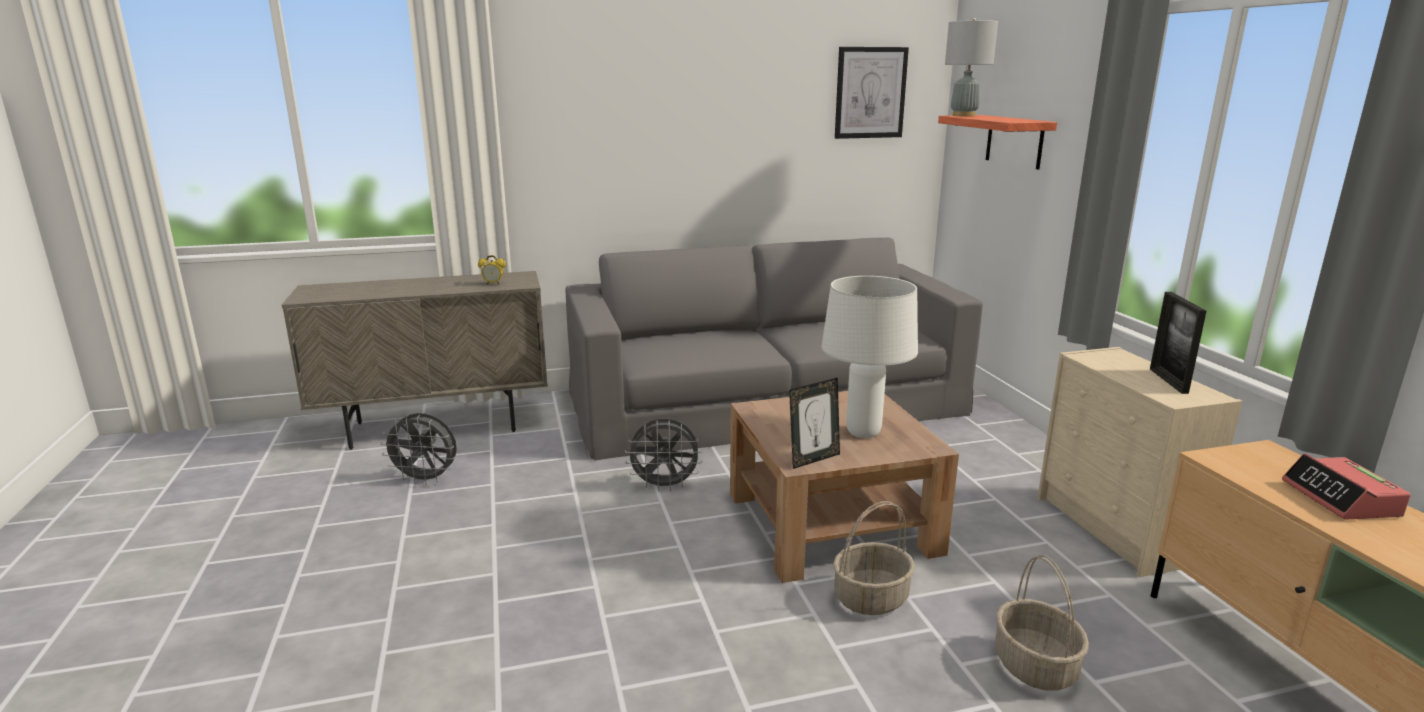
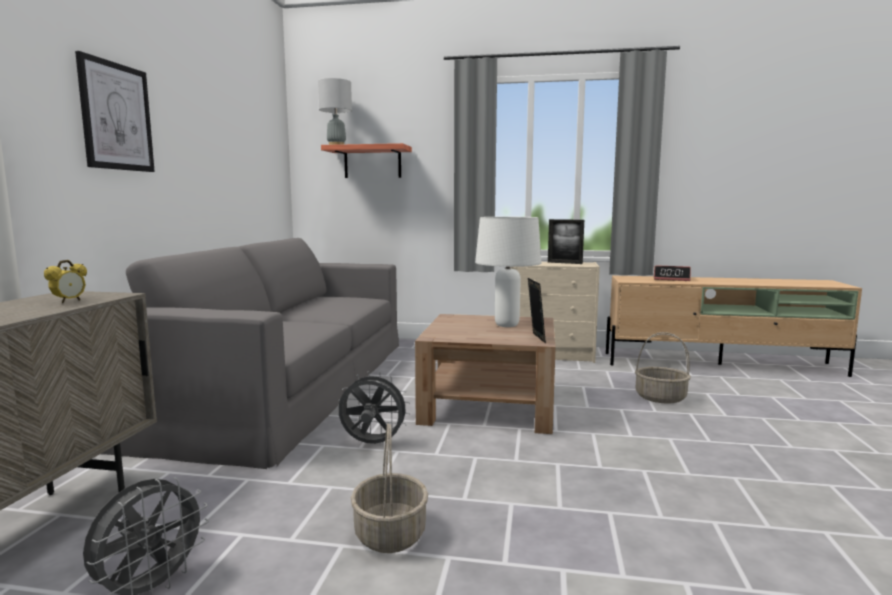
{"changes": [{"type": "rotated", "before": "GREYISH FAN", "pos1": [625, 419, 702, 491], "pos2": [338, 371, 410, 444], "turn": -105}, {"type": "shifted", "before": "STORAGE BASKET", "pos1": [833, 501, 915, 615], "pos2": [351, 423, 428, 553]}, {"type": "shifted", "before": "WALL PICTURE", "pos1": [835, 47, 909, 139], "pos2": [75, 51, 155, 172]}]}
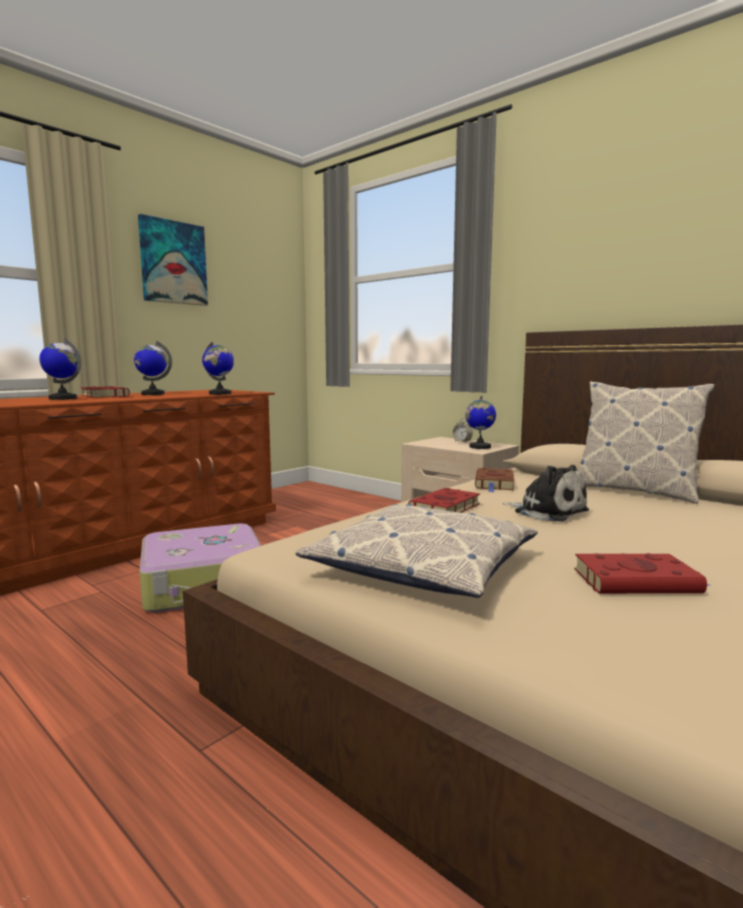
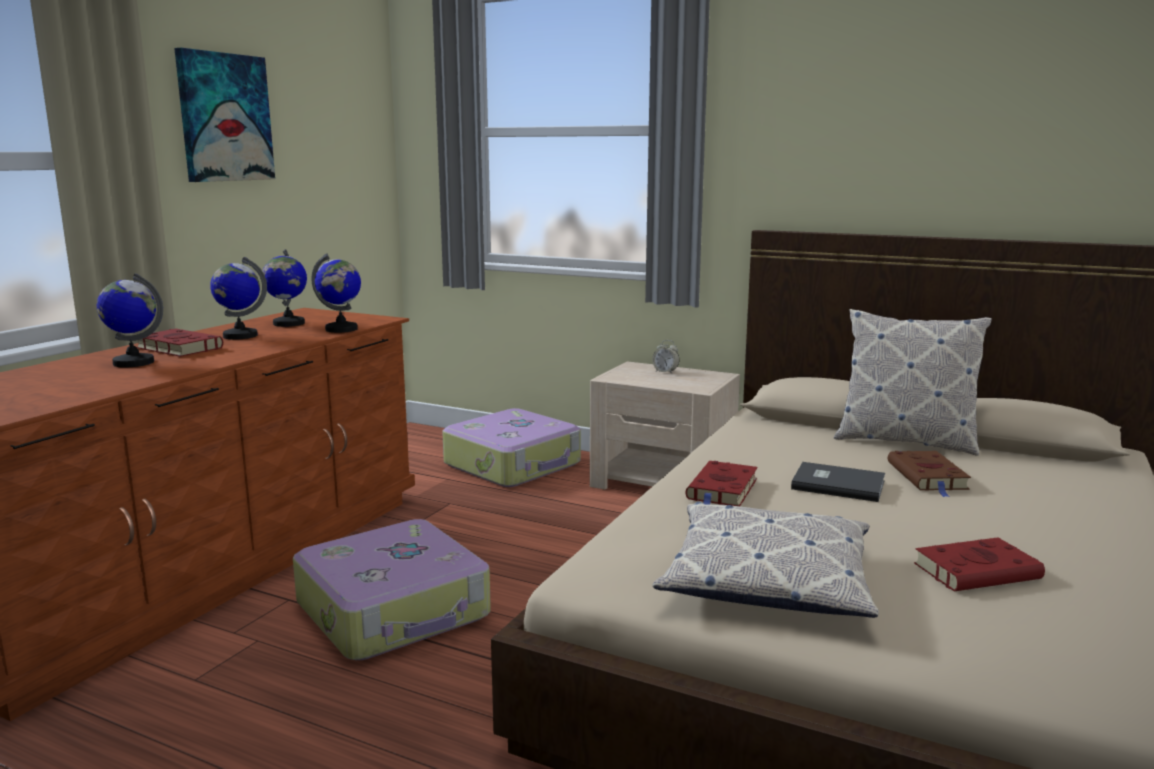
{"changes": [{"type": "shifted", "before": "DESK GLOBE", "pos1": [465, 396, 496, 449], "pos2": [262, 249, 307, 327]}, {"type": "shifted", "before": "BROWN BOOK", "pos1": [475, 468, 514, 493], "pos2": [888, 451, 971, 497]}, {"type": "swapped", "before": "PLUSH TOY", "after": "GREYISH BOOK", "pos1": [502, 465, 589, 522], "pos2": [791, 462, 885, 502]}, {"type": "new", "after": "PIECE OF LUGGAGE", "pos2": [442, 408, 581, 487]}]}
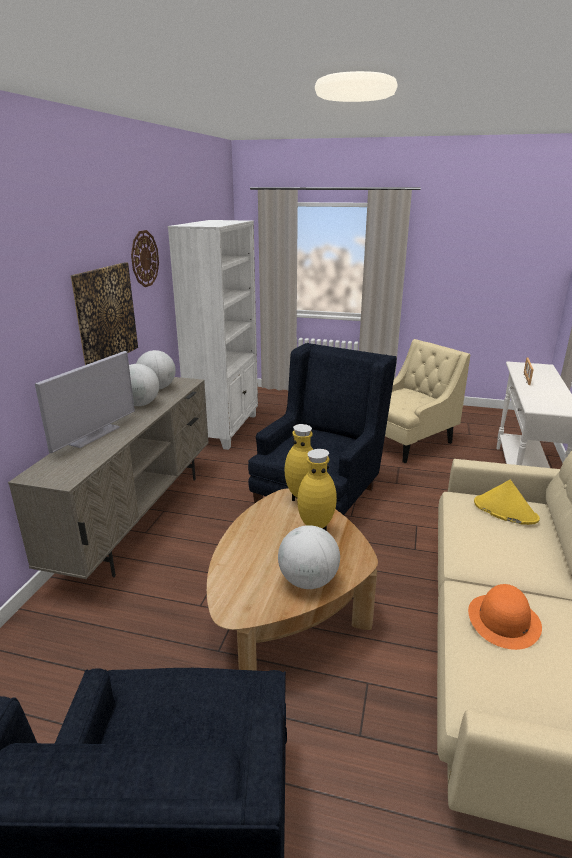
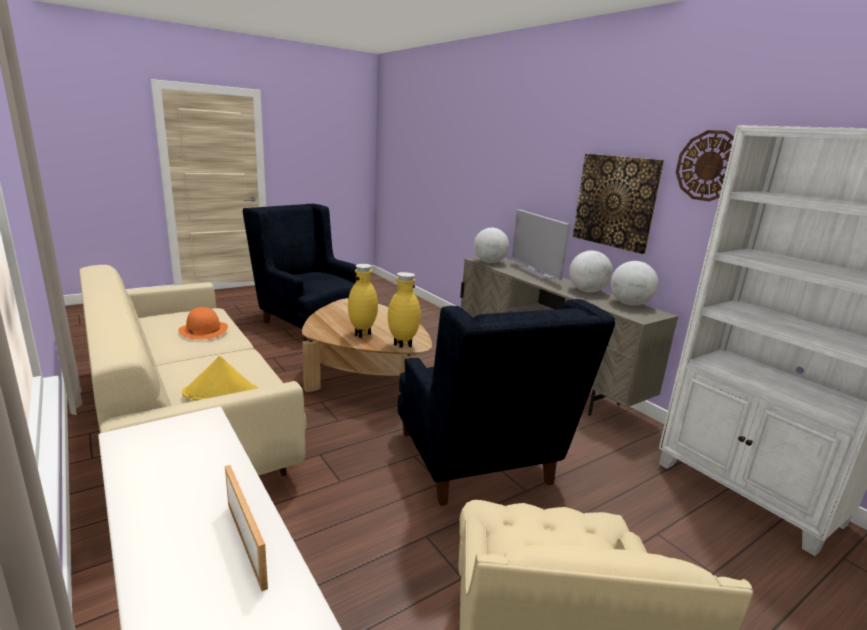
{"changes": [{"type": "shifted", "before": "DESK GLOBE", "pos1": [278, 525, 340, 589], "pos2": [474, 228, 509, 263]}]}
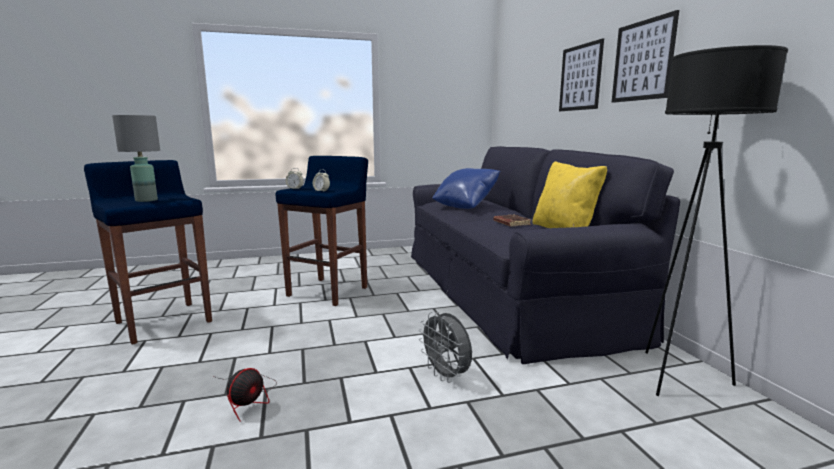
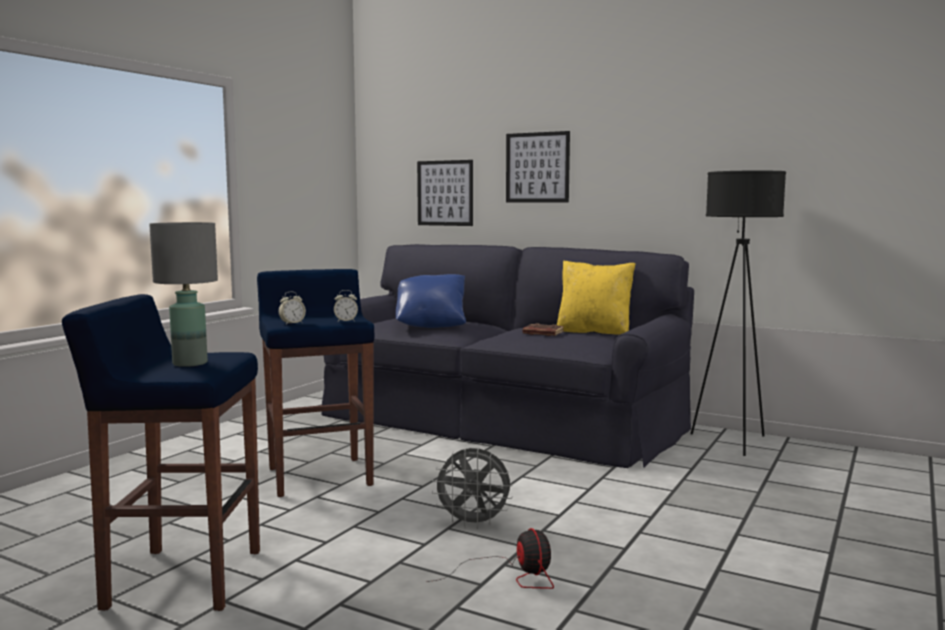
{"changes": [{"type": "shifted", "before": "GREYISH FAN", "pos1": [419, 312, 472, 383], "pos2": [432, 448, 513, 529]}, {"type": "shifted", "before": "WALL PICTURE", "pos1": [612, 10, 679, 103], "pos2": [417, 160, 473, 226]}]}
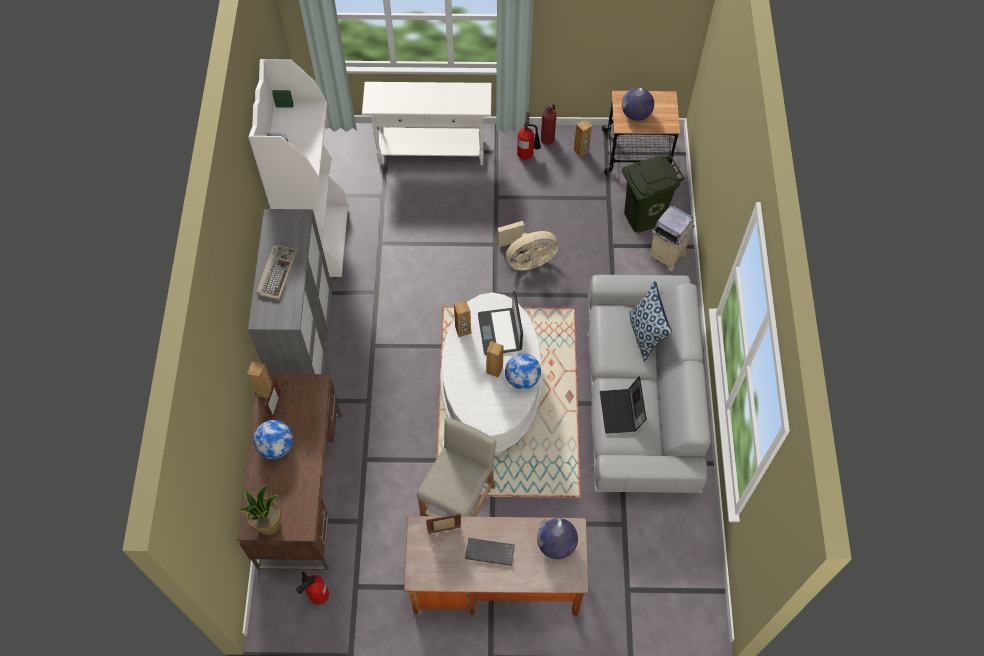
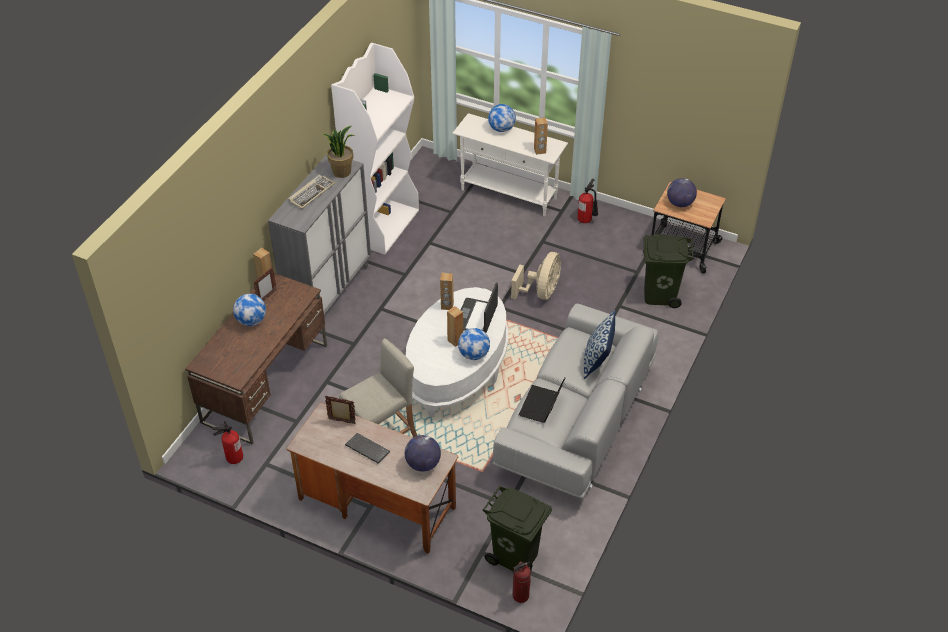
{"changes": [{"type": "shifted", "before": "PLANT IN A POT", "pos1": [237, 484, 281, 535], "pos2": [323, 126, 355, 178]}, {"type": "rotated", "before": "BEIGE-COLOURED FAN", "pos1": [497, 221, 559, 270], "pos2": [511, 252, 561, 300], "turn": -75}, {"type": "shifted", "before": "EXTINGUISHER", "pos1": [541, 105, 557, 145], "pos2": [513, 561, 532, 603]}, {"type": "shifted", "before": "BROWN SPEAKER", "pos1": [574, 119, 592, 157], "pos2": [534, 117, 548, 155]}, {"type": "gone", "before": "BEIGE-COLOURED TRASH CAN", "pos1": [649, 206, 694, 271]}, {"type": "new", "after": "GREEN-COLOURED TRASH CAN", "pos2": [483, 486, 552, 571]}, {"type": "new", "after": "DESK GLOBE", "pos2": [488, 104, 516, 132]}]}
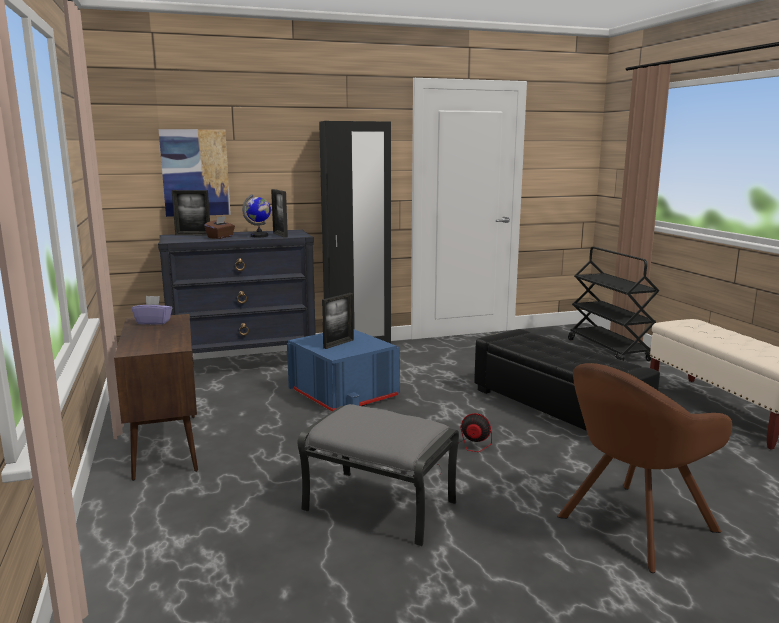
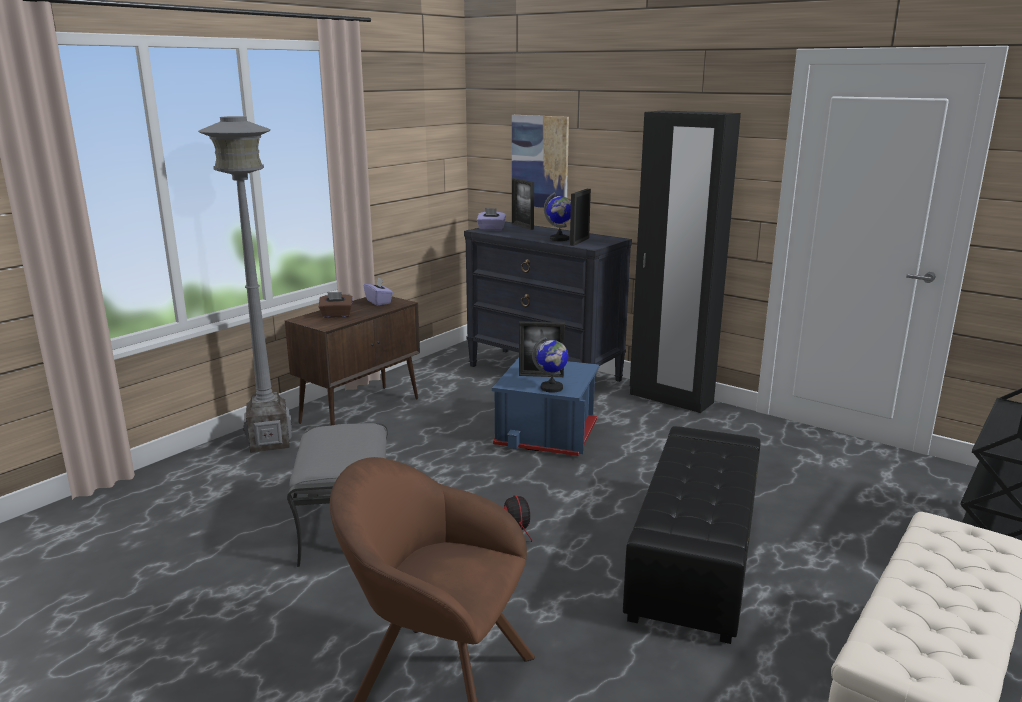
{"changes": [{"type": "shifted", "before": "BROWN TISSUE HOLDER", "pos1": [204, 216, 235, 239], "pos2": [319, 292, 353, 318]}, {"type": "new", "after": "GREYISH FLOOR LAMP", "pos2": [198, 116, 292, 453]}, {"type": "new", "after": "PURPLISH TISSUE HOLDER", "pos2": [477, 208, 506, 231]}, {"type": "new", "after": "DESK GLOBE", "pos2": [532, 336, 568, 393]}]}
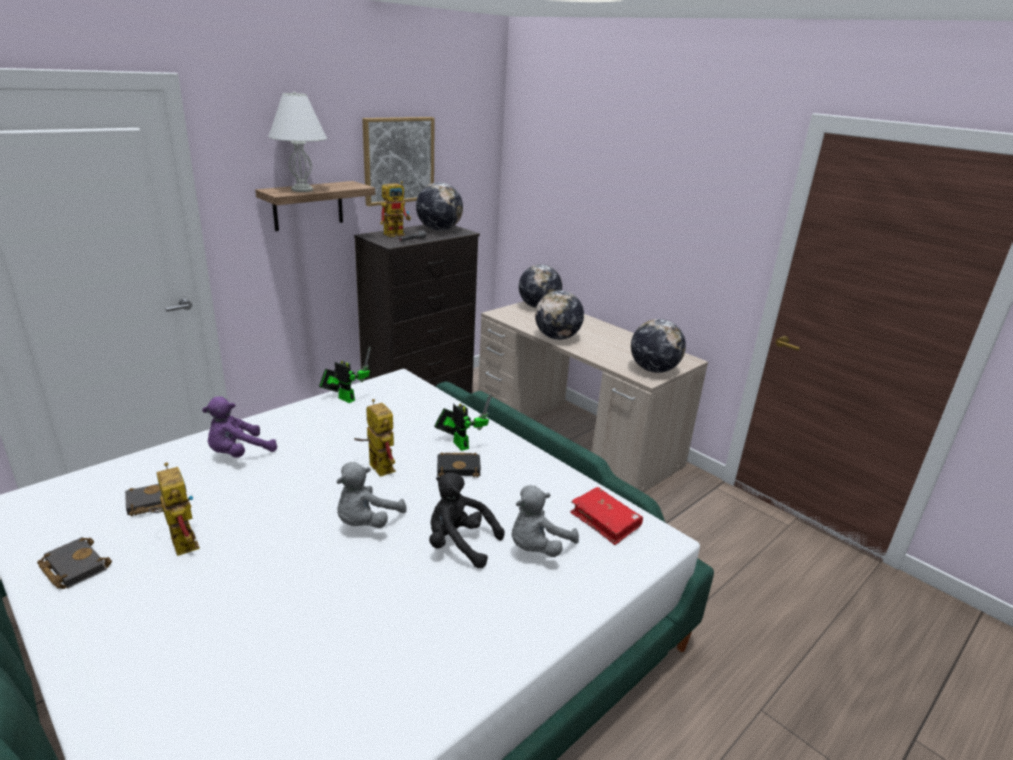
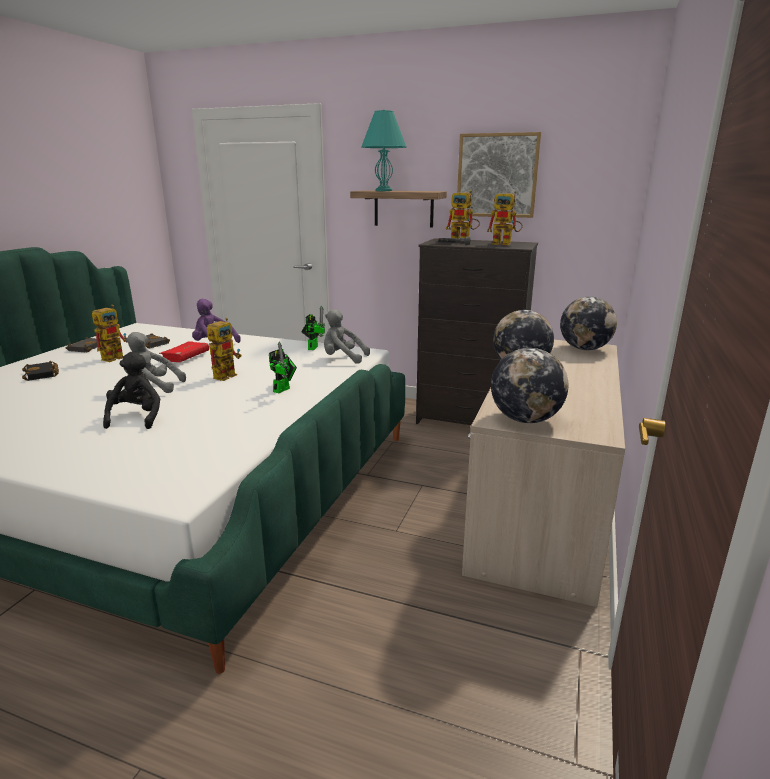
{"changes": [{"type": "repainted", "before": "WHITISH TABLE LAMP", "after": "TURQUOISE-COLOURED TABLE LAMP", "pos1": [268, 92, 327, 192], "pos2": [361, 109, 406, 191]}, {"type": "swapped", "before": "DESK GLOBE", "after": "MODEL ROBOT", "pos1": [416, 182, 463, 231], "pos2": [487, 191, 523, 245]}, {"type": "shifted", "before": "BLACK-COLOURED BOOK", "pos1": [437, 453, 481, 477], "pos2": [22, 361, 59, 381]}, {"type": "shifted", "before": "GREYISH PLUSH TOY", "pos1": [512, 485, 579, 557], "pos2": [324, 309, 370, 364]}, {"type": "shifted", "before": "REDDISH BOOK", "pos1": [570, 487, 643, 545], "pos2": [159, 342, 209, 362]}]}
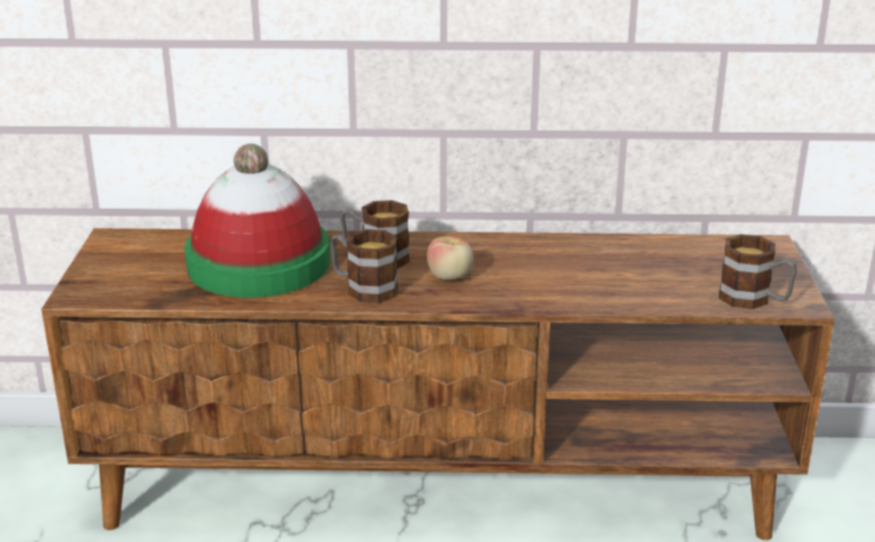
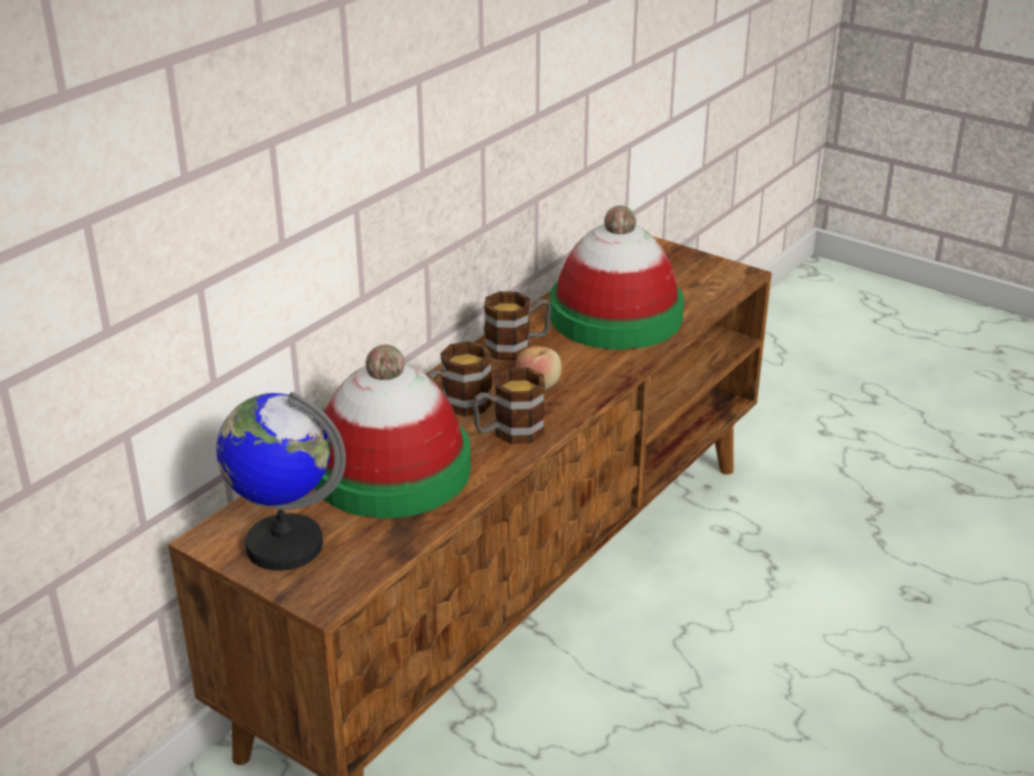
{"changes": [{"type": "shifted", "before": "TEA MUG", "pos1": [719, 234, 797, 309], "pos2": [484, 291, 551, 360]}, {"type": "new", "after": "DESK GLOBE", "pos2": [217, 392, 346, 571]}, {"type": "new", "after": "HAT", "pos2": [550, 206, 684, 350]}]}
